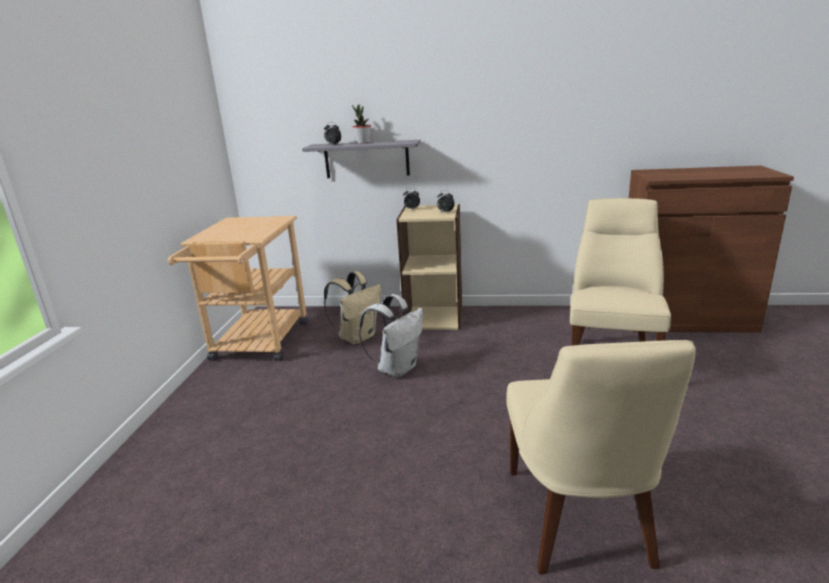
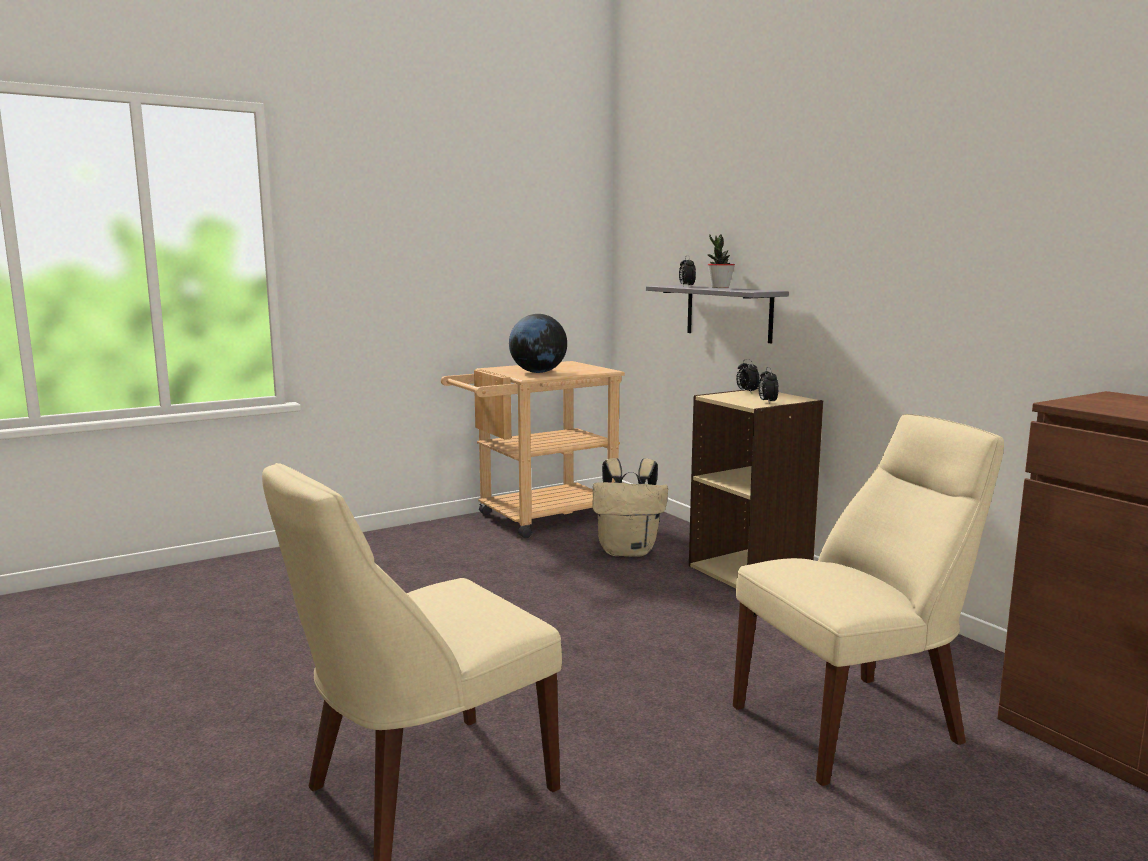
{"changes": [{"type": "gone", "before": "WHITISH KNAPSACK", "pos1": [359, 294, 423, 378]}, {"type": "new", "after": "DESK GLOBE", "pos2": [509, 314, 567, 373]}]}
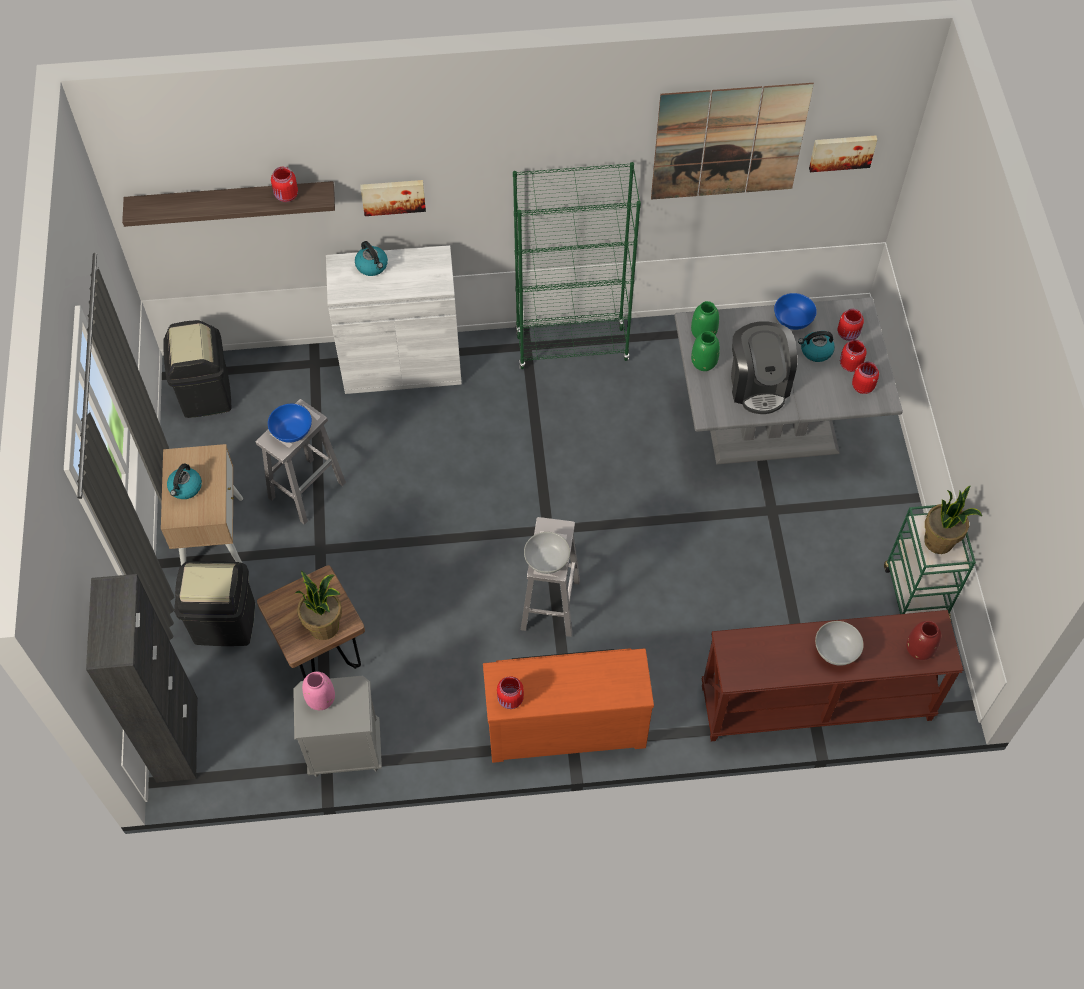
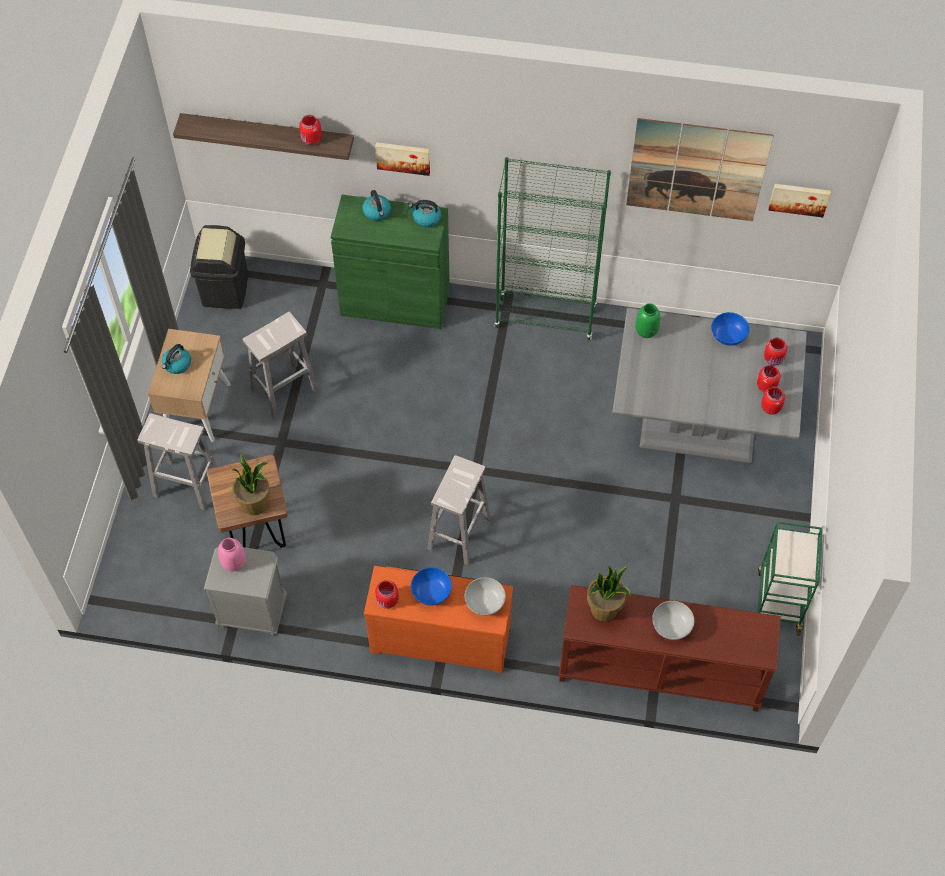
{"changes": [{"type": "gone", "before": "BLACK-COLOURED STORAGE CABINET", "pos1": [86, 574, 198, 783]}, {"type": "swapped", "before": "BLACK-COLOURED TRASH CAN", "after": "WHITISH STOOL", "pos1": [174, 561, 255, 646], "pos2": [137, 413, 217, 510]}, {"type": "shifted", "before": "BLUE DEEP DISH", "pos1": [268, 404, 312, 443], "pos2": [411, 567, 452, 606]}, {"type": "repainted", "before": "WHITISH STORAGE CABINET", "after": "GREEN-COLOURED STORAGE CABINET", "pos1": [326, 245, 462, 394], "pos2": [331, 195, 450, 329]}, {"type": "shifted", "before": "WHITISH DEEP DISH", "pos1": [524, 532, 570, 574], "pos2": [465, 577, 506, 616]}, {"type": "gone", "before": "GREEN-COLOURED FLOWER VASE", "pos1": [691, 331, 720, 371]}, {"type": "gone", "before": "COFFEE BREWER", "pos1": [731, 321, 797, 414]}, {"type": "shifted", "before": "WATER KETTLE", "pos1": [798, 331, 835, 362], "pos2": [408, 200, 441, 227]}, {"type": "gone", "before": "REDDISH FLOWER VASE", "pos1": [906, 621, 941, 660]}, {"type": "shifted", "before": "PLANT IN A POT", "pos1": [924, 485, 982, 554], "pos2": [587, 565, 631, 622]}]}
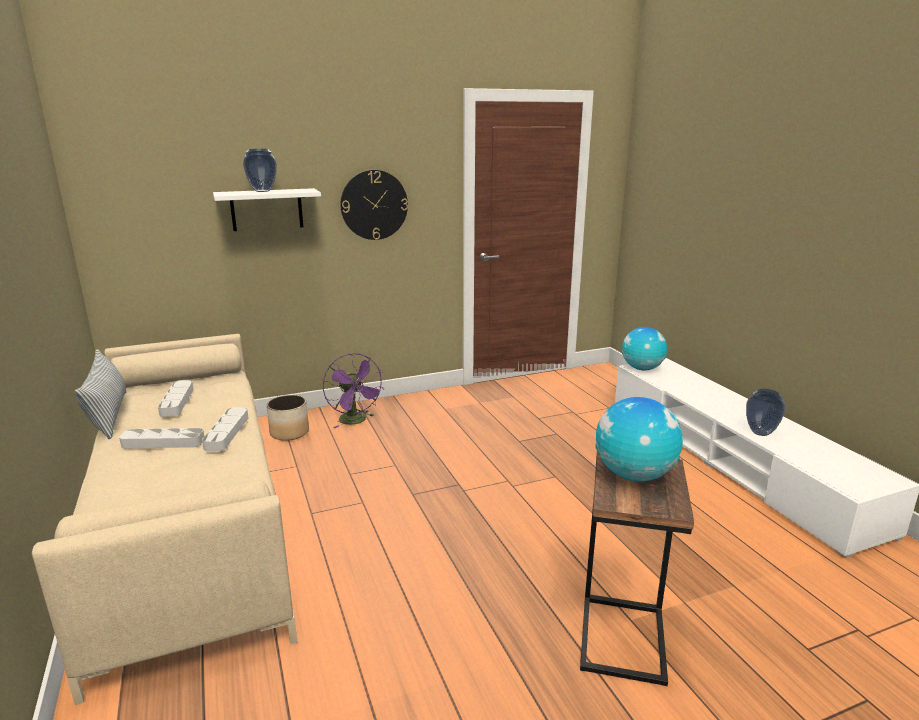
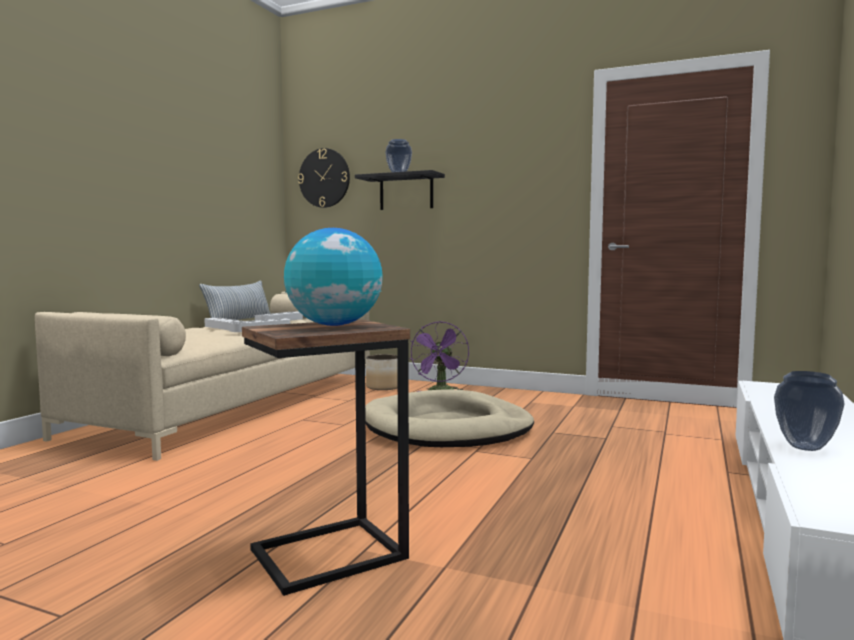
{"changes": [{"type": "repainted", "before": "WHITISH BRACKET SHELF", "after": "BLACK-COLOURED BRACKET SHELF", "pos1": [213, 188, 321, 231], "pos2": [355, 170, 445, 210]}, {"type": "shifted", "before": "CLOCK ON THE WALL", "pos1": [340, 170, 408, 240], "pos2": [298, 148, 350, 208]}, {"type": "gone", "before": "DESK GLOBE", "pos1": [622, 327, 667, 370]}, {"type": "new", "after": "BEIGE-COLOURED PET BED", "pos2": [365, 389, 534, 447]}]}
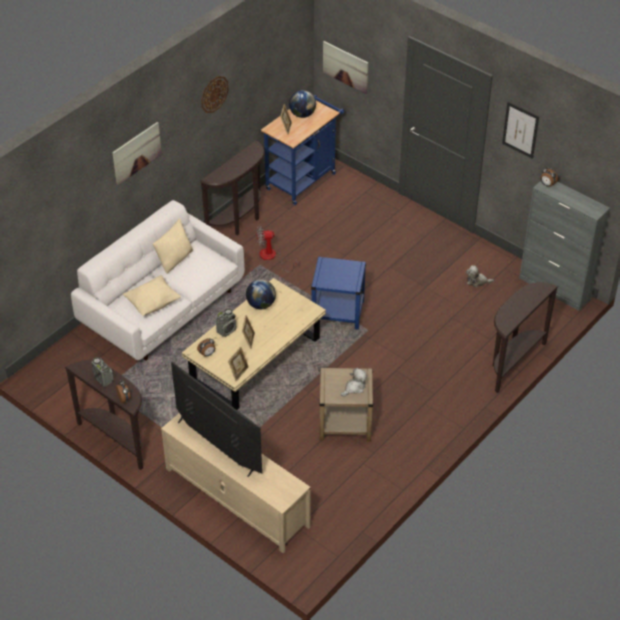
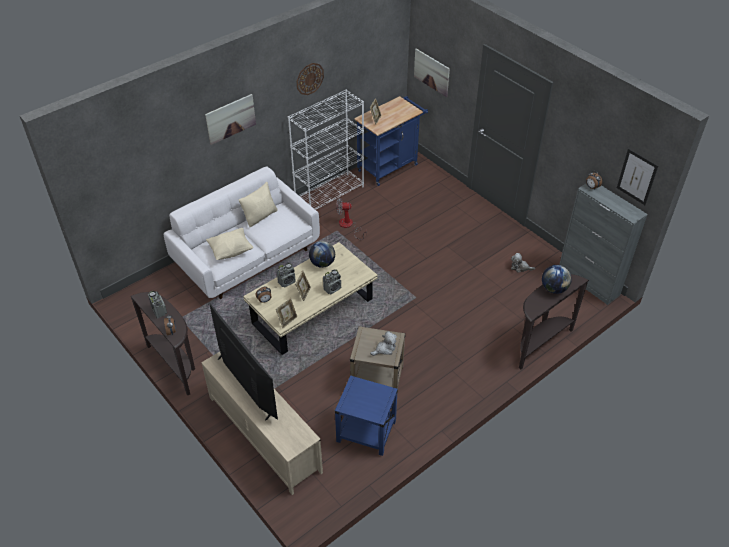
{"changes": [{"type": "swapped", "before": "BROWN CONSOLE TABLE", "after": "WHITISH BOOKCASE", "pos1": [200, 140, 265, 236], "pos2": [288, 89, 364, 210]}, {"type": "shifted", "before": "DESK GLOBE", "pos1": [289, 90, 316, 118], "pos2": [542, 265, 572, 294]}, {"type": "shifted", "before": "BLUE ACCENT TABLE", "pos1": [311, 257, 366, 330], "pos2": [335, 375, 398, 456]}, {"type": "shifted", "before": "WALL PICTURE", "pos1": [502, 102, 539, 159], "pos2": [617, 149, 658, 205]}, {"type": "new", "after": "RADIO SET", "pos2": [323, 269, 341, 294]}]}
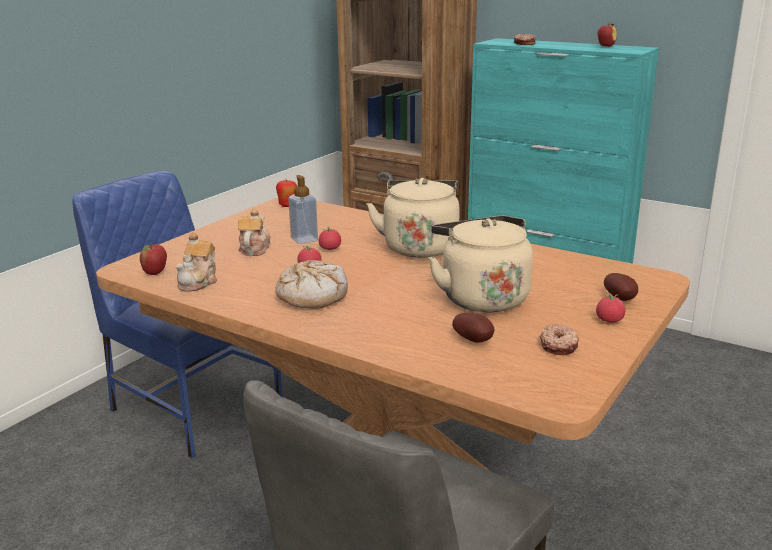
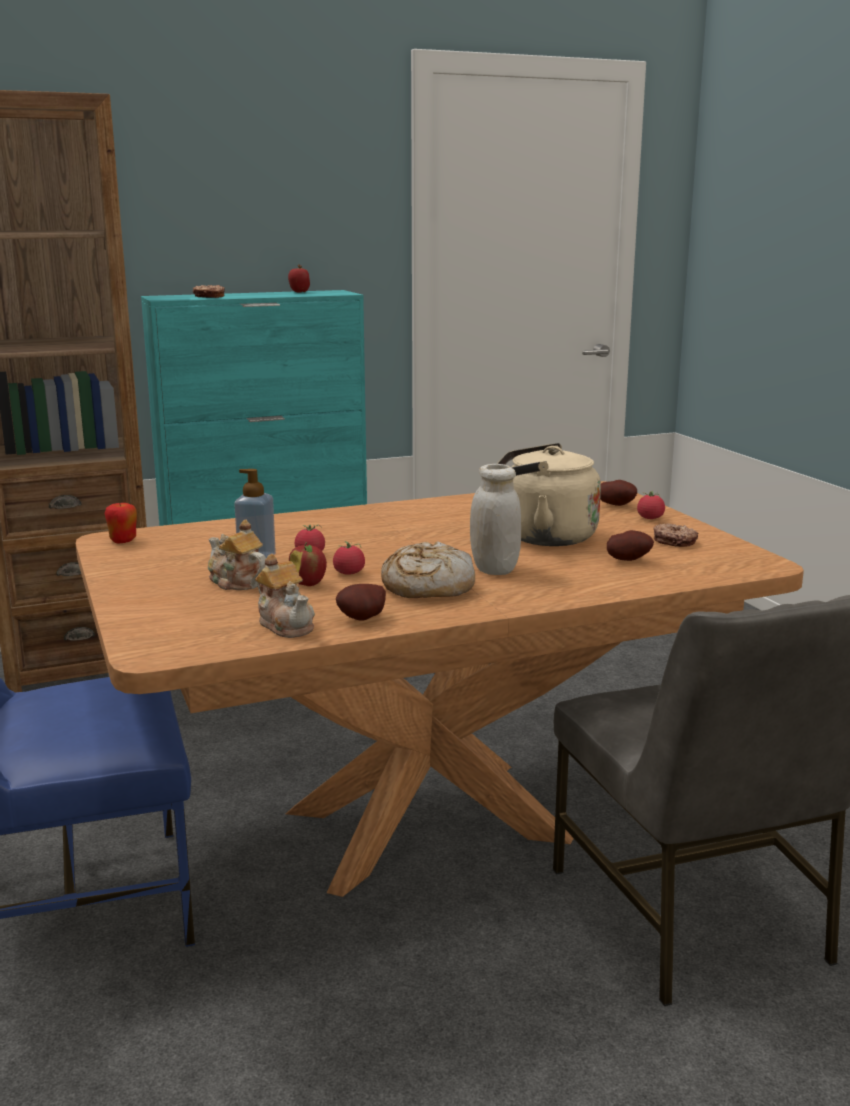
{"changes": [{"type": "shifted", "before": "APPLE FRUIT", "pos1": [140, 243, 167, 275], "pos2": [289, 542, 327, 586]}, {"type": "gone", "before": "BEIGE-COLOURED WATER KETTLE", "pos1": [367, 178, 460, 258]}, {"type": "new", "after": "SPUD", "pos2": [336, 584, 386, 621]}, {"type": "new", "after": "WHITISH JAR", "pos2": [470, 464, 521, 575]}]}
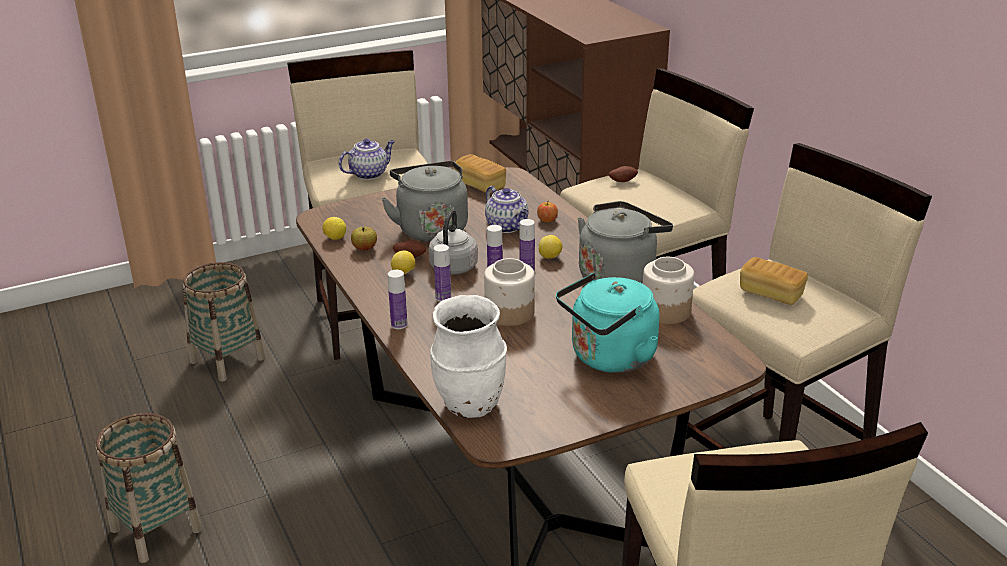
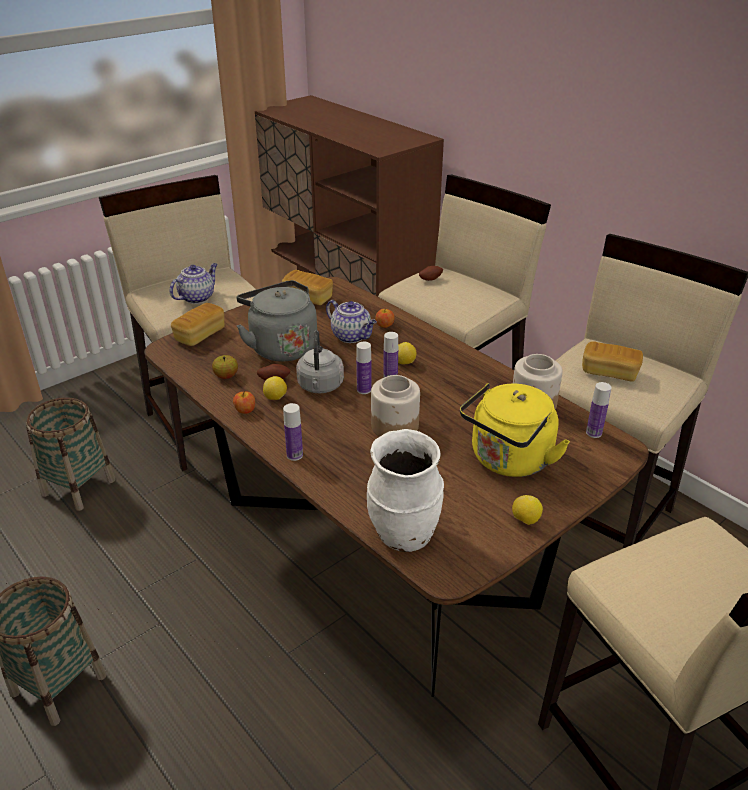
{"changes": [{"type": "shifted", "before": "WHOLE LEMON", "pos1": [322, 217, 346, 240], "pos2": [512, 495, 543, 525]}, {"type": "shifted", "before": "BOTTLE", "pos1": [434, 244, 451, 302], "pos2": [586, 382, 612, 438]}, {"type": "repainted", "before": "TURQUOISE-COLOURED WATER KETTLE", "after": "YELLOW WATER KETTLE", "pos1": [556, 273, 659, 373], "pos2": [460, 383, 570, 477]}, {"type": "gone", "before": "GREYISH WATER KETTLE", "pos1": [578, 201, 673, 284]}, {"type": "new", "after": "BREAD", "pos2": [171, 303, 225, 346]}, {"type": "new", "after": "APPLE FRUIT", "pos2": [233, 391, 255, 414]}]}
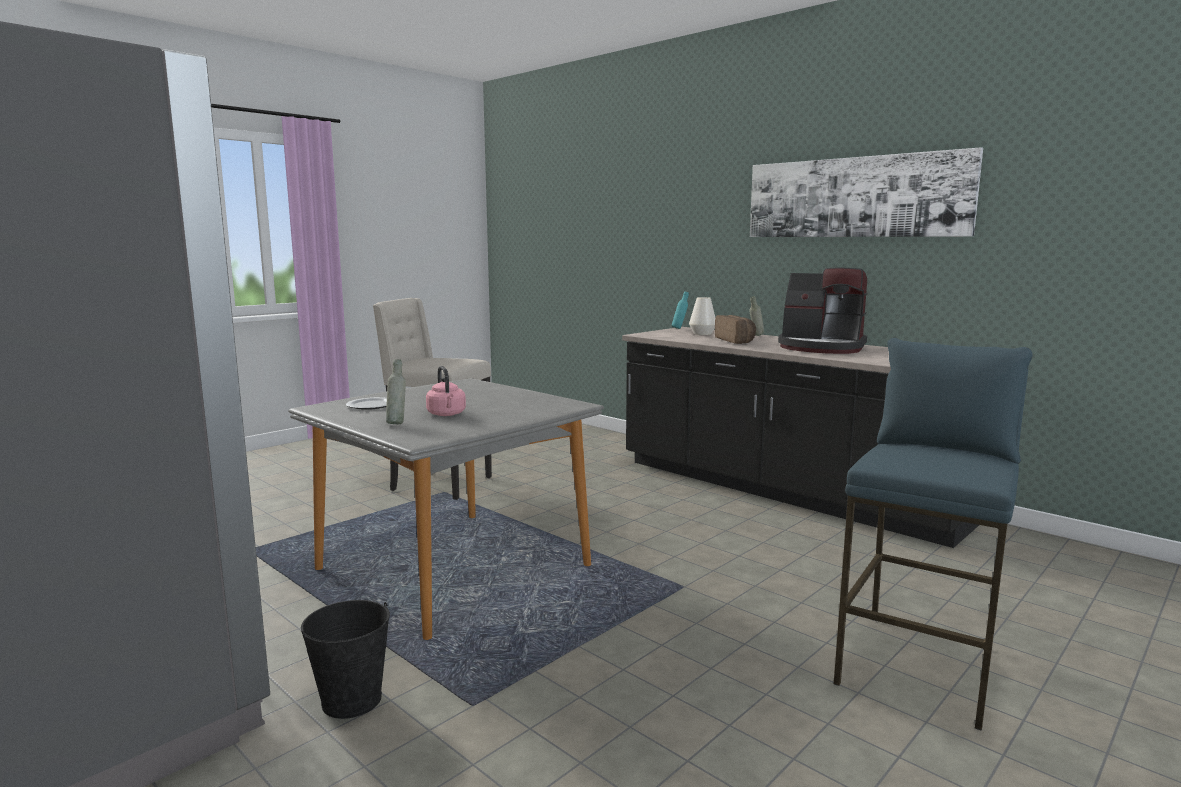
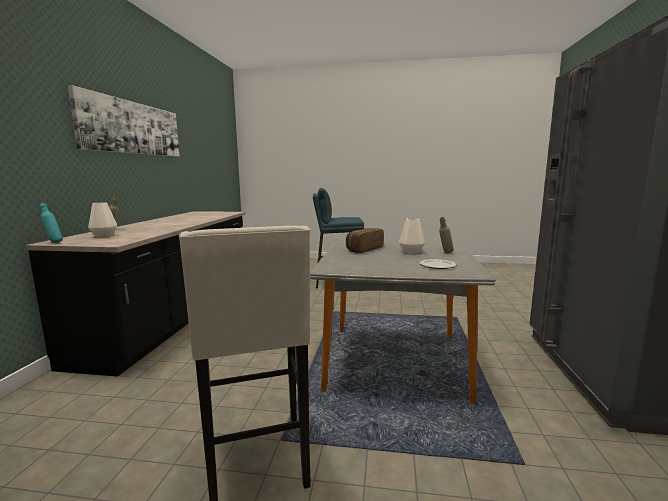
{"changes": [{"type": "gone", "before": "BLACK-COLOURED WATER BUCKET", "pos1": [301, 600, 390, 719]}, {"type": "swapped", "before": "PINK WATER KETTLE", "after": "WHITISH FLOWER VASE", "pos1": [426, 366, 466, 416], "pos2": [399, 218, 425, 254]}, {"type": "shifted", "before": "BREAD", "pos1": [715, 315, 756, 344], "pos2": [346, 228, 384, 253]}, {"type": "gone", "before": "COFFEE BREWER", "pos1": [778, 268, 868, 354]}]}
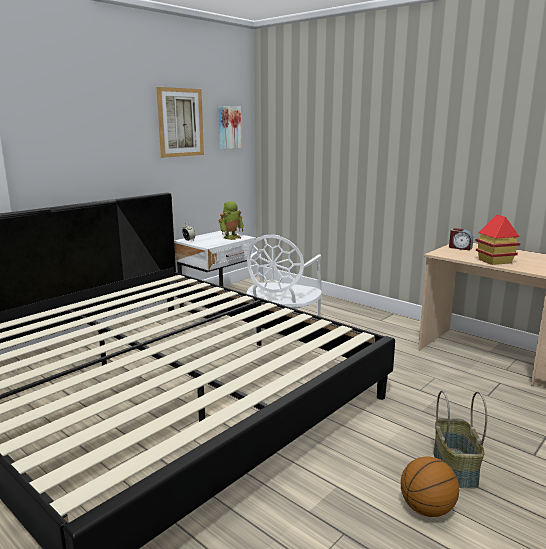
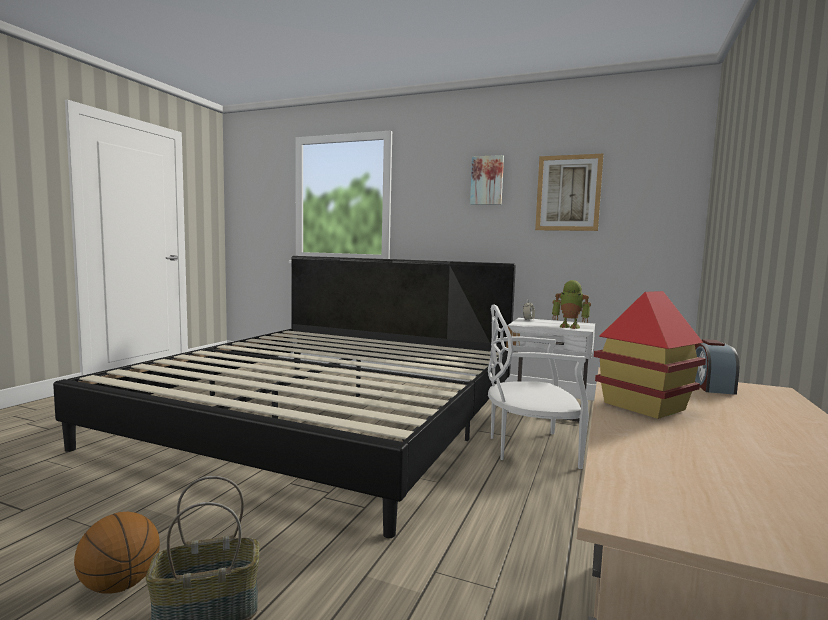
{"changes": [{"type": "shifted", "before": "WALL PICTURE", "pos1": [218, 106, 242, 149], "pos2": [470, 155, 504, 205]}]}
